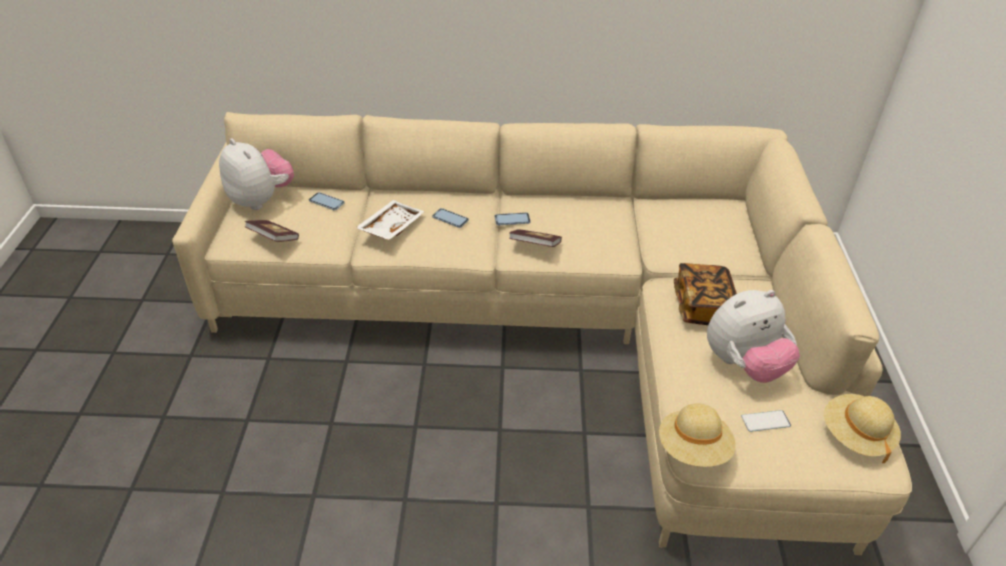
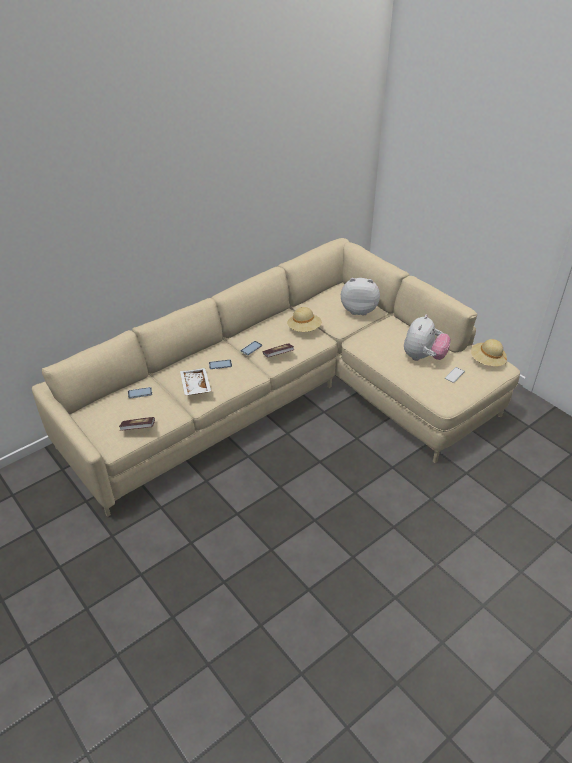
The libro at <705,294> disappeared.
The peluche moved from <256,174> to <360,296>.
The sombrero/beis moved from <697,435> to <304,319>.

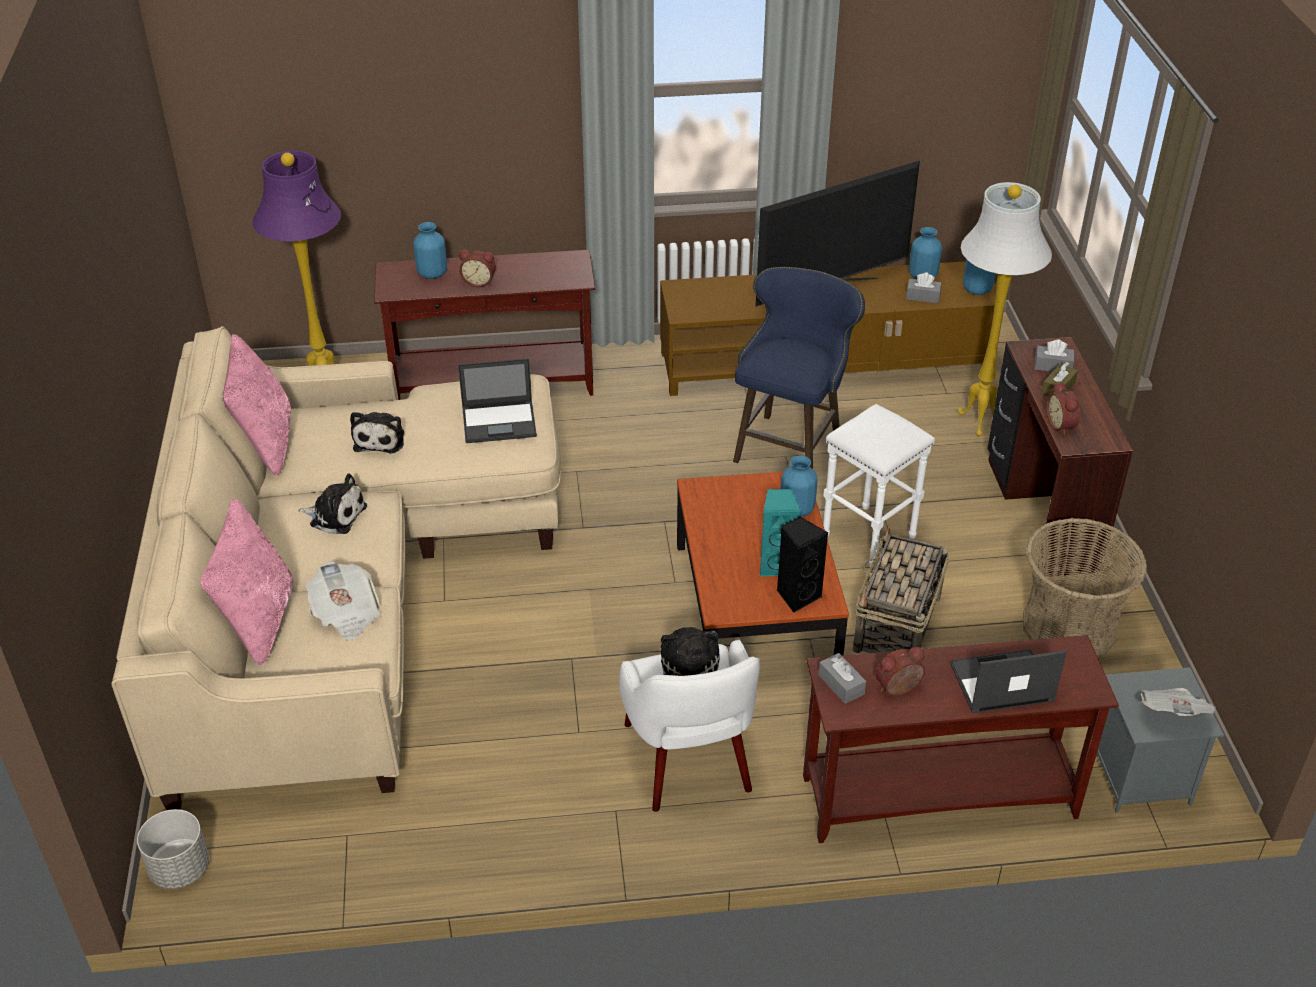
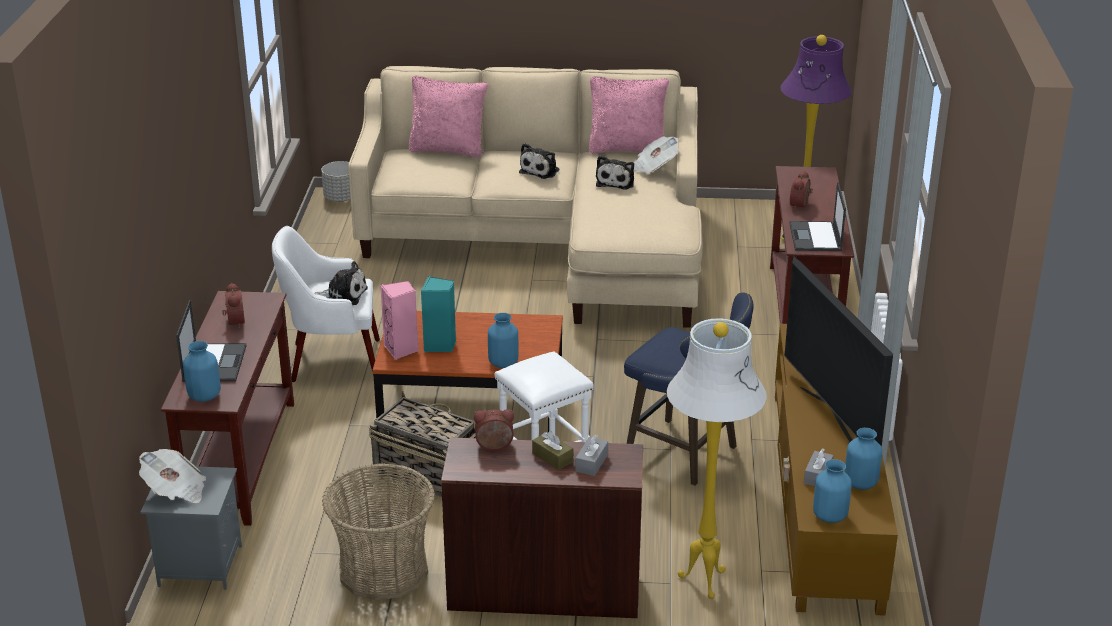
The caja de pañuelos/gris at <842,678> disappeared.
The periódico moved from <343,601> to <656,155>.
The florero/azul moved from <430,250> to <202,371>.
The portátil moved from <497,400> to <817,216>.
The altavoz/negro at <802,564> became the altavoz/rosa at <399,320>.
The peluche at <377,433> turned 90 degrees counterclockwise.

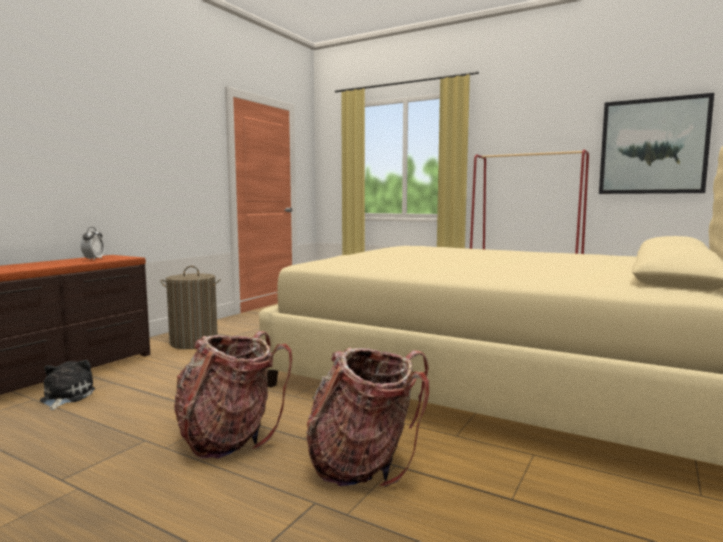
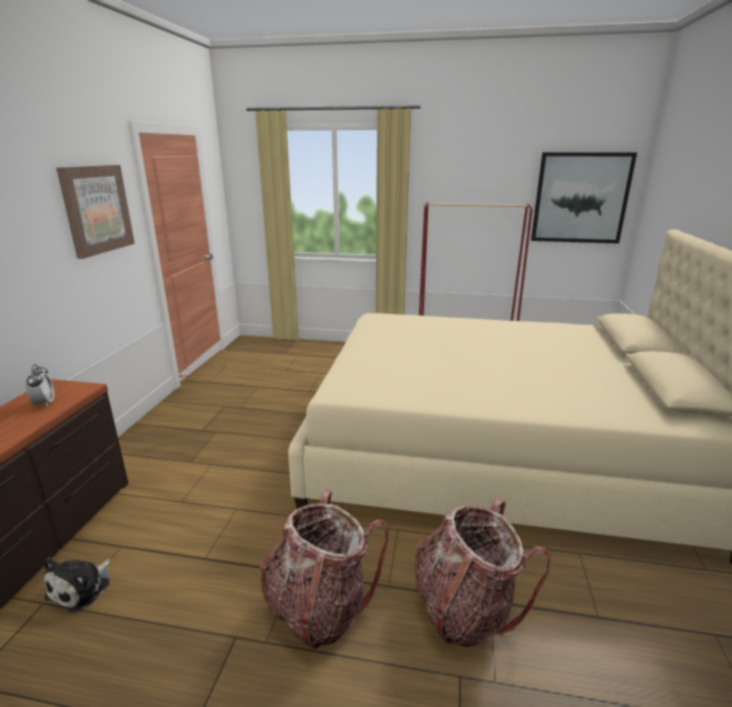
The cesto de la ropa at <190,307> disappeared.
The cuadro at <95,212> appeared.
The peluche at <67,385> turned 135 degrees counterclockwise.

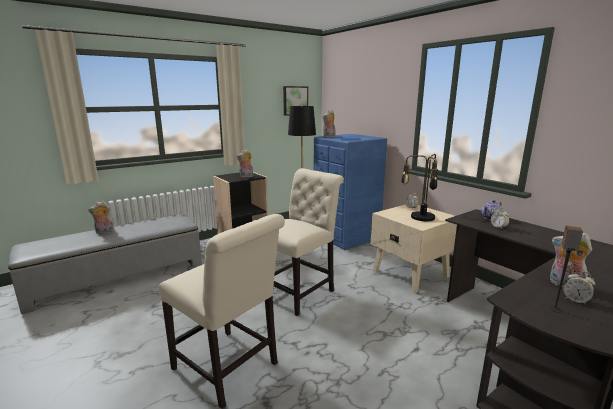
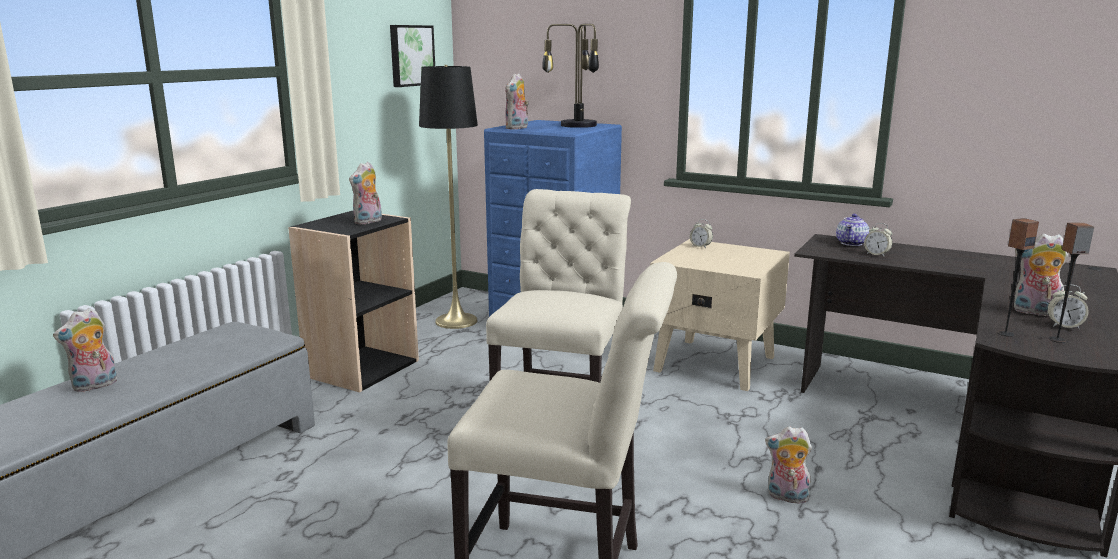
The peluche at <788,465> appeared.
The altavoz at <1018,277> appeared.
The lámpara de mesa moved from <419,187> to <570,76>.

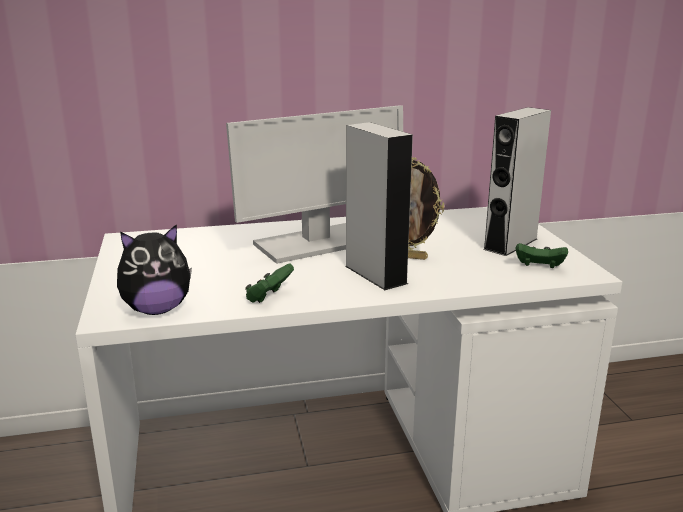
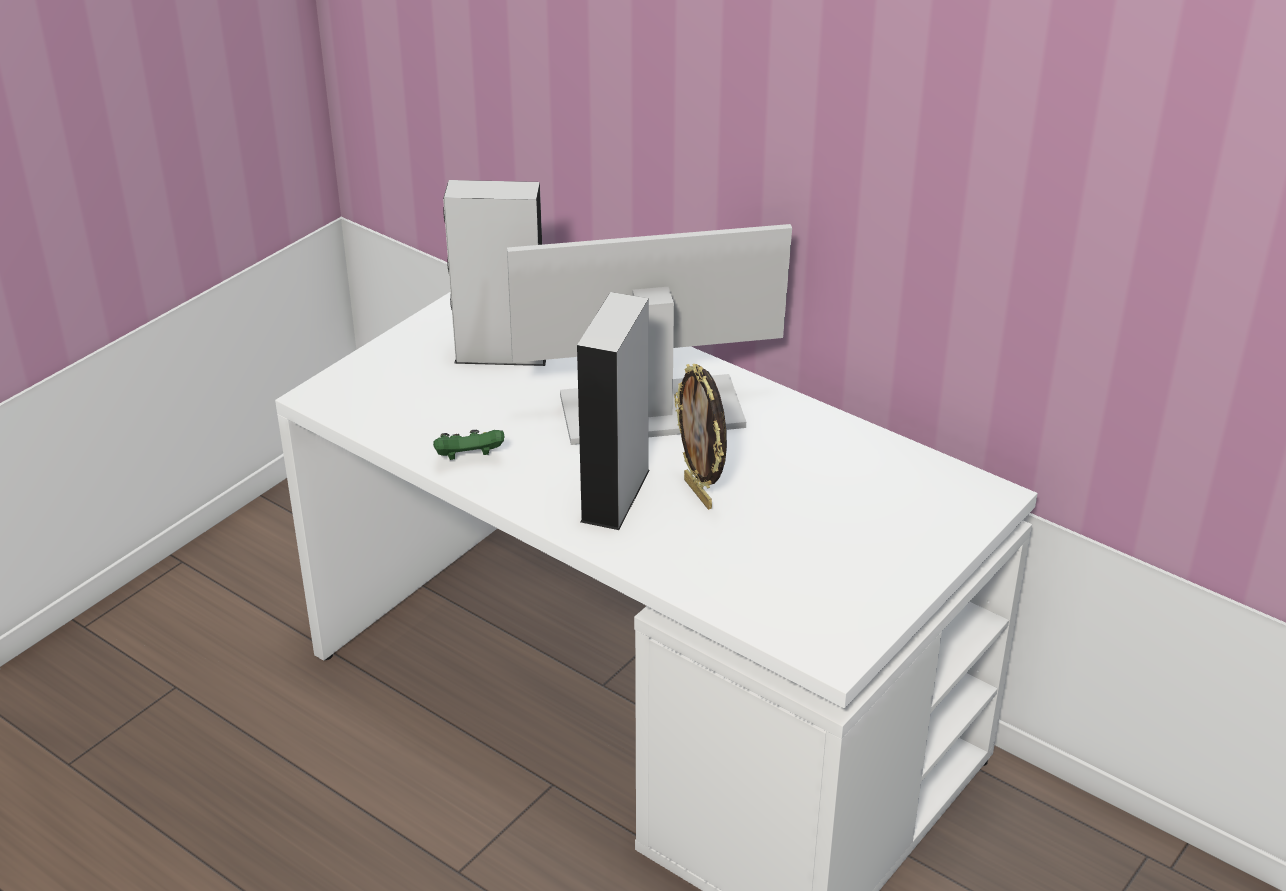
The peluche at <154,269> disappeared.
The mando de consola/verde at <542,255> disappeared.
The altavoz/gris moved from <517,181> to <494,273>.
The monitor at <314,184> turned 150 degrees clockwise.

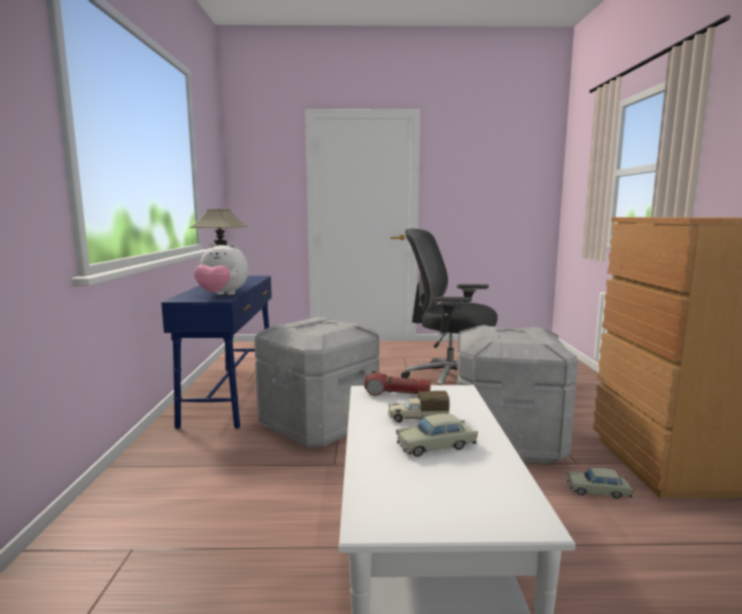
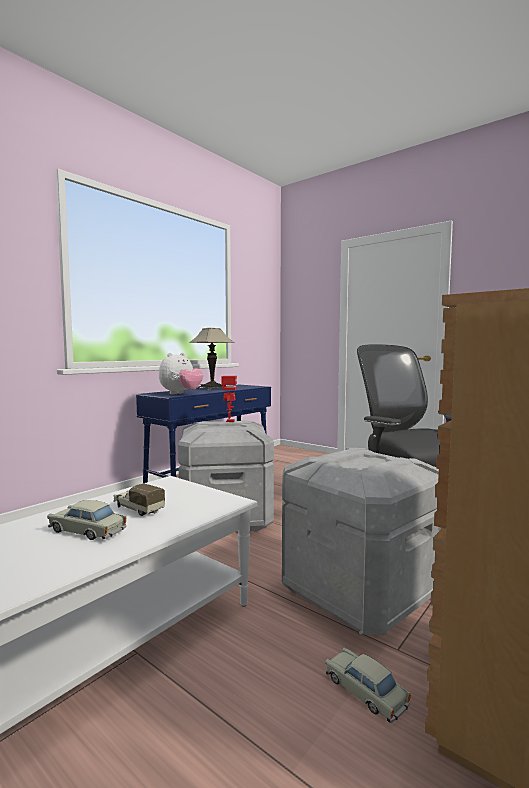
The linterna at <397,383> disappeared.
The robot de juguete at <229,399> appeared.
The peluche at <221,269> turned 105 degrees counterclockwise.

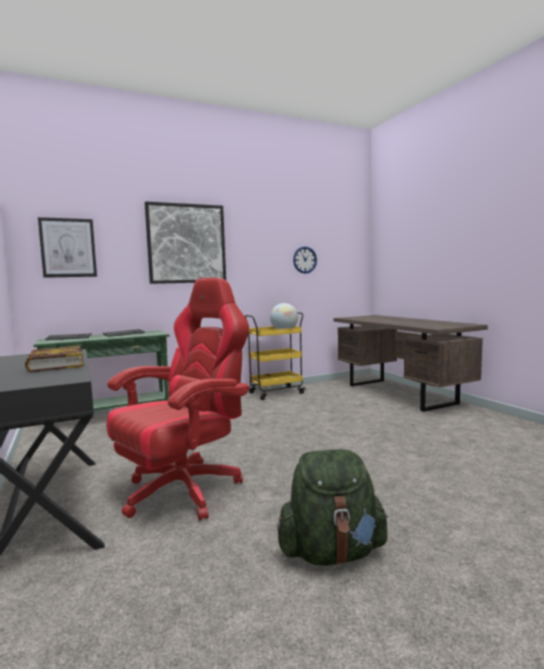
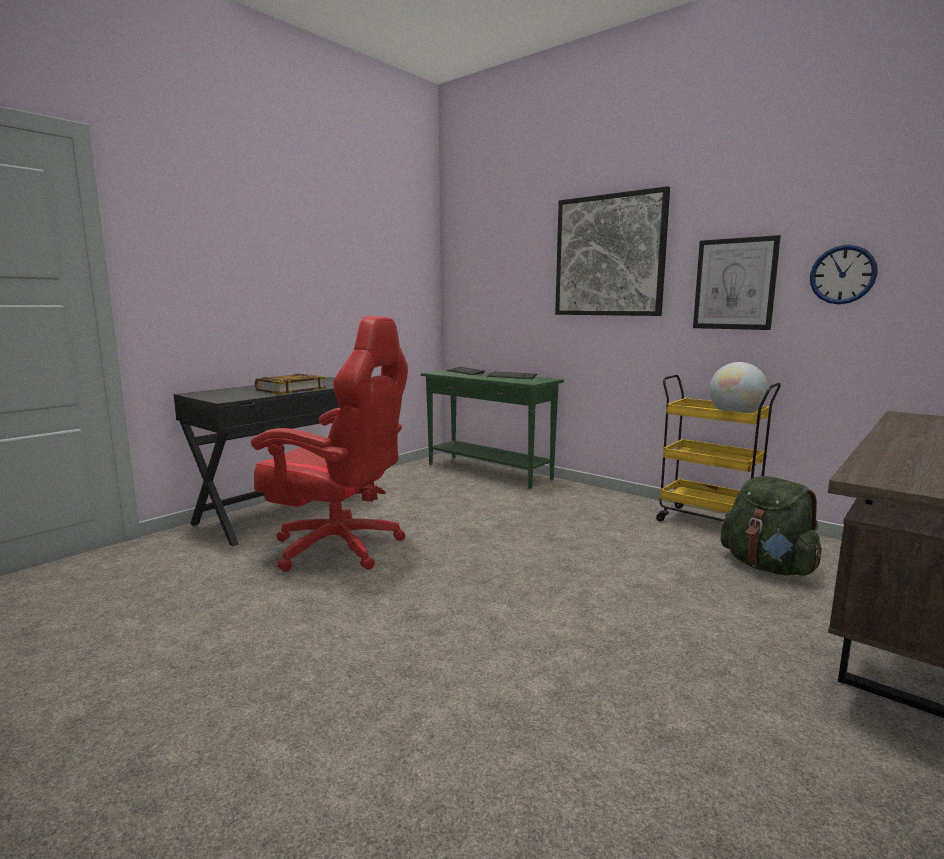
The cuadro moved from <67,247> to <737,282>.
The mochila/verde moved from <332,507> to <770,526>.

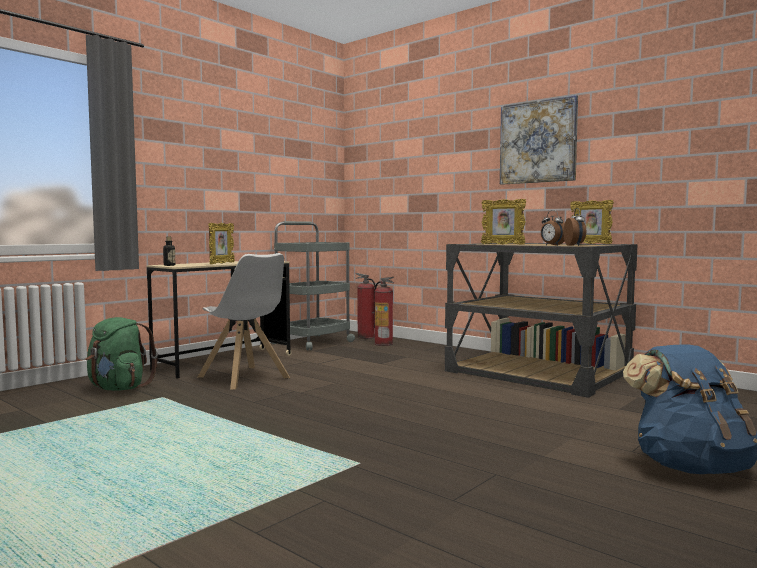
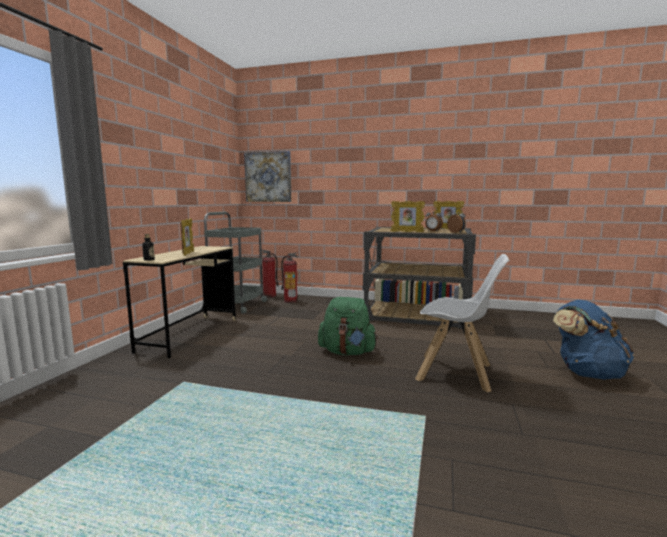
The mochila/verde moved from <121,354> to <348,326>.
The silla moved from <243,321> to <462,323>.
The cuadro moved from <539,140> to <267,176>.

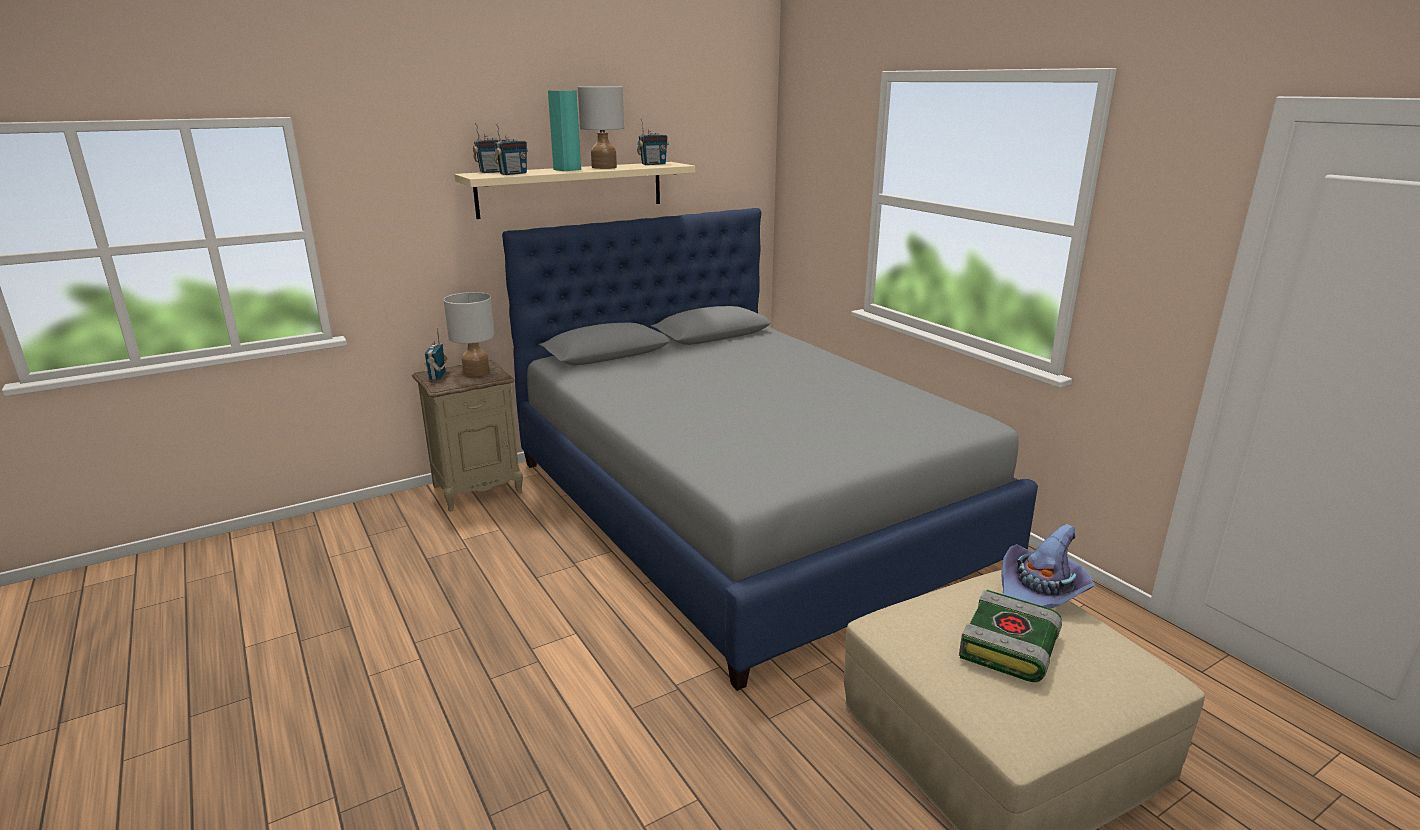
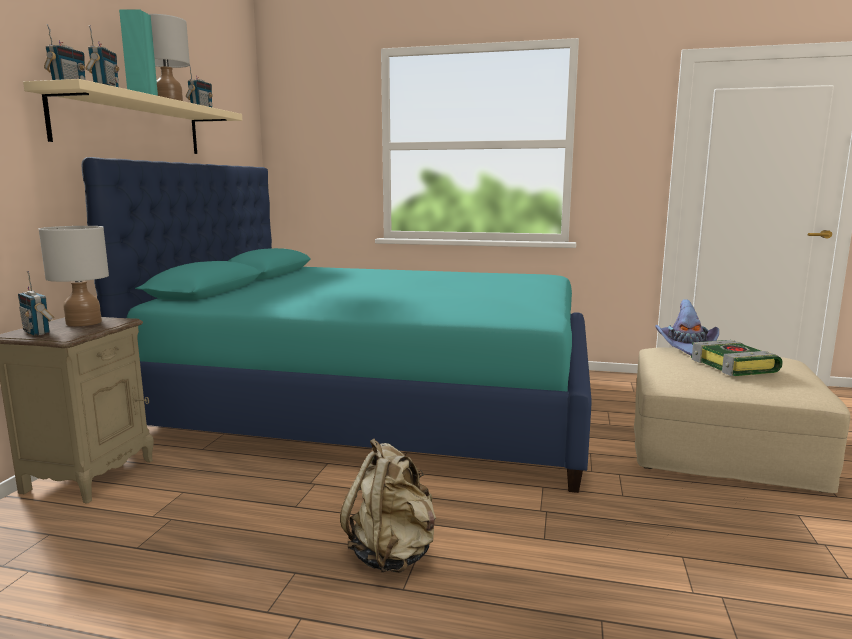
The mochila/beis at <388,505> appeared.
The cama/gris at <770,449> became the cama/turquesa at <336,325>.

